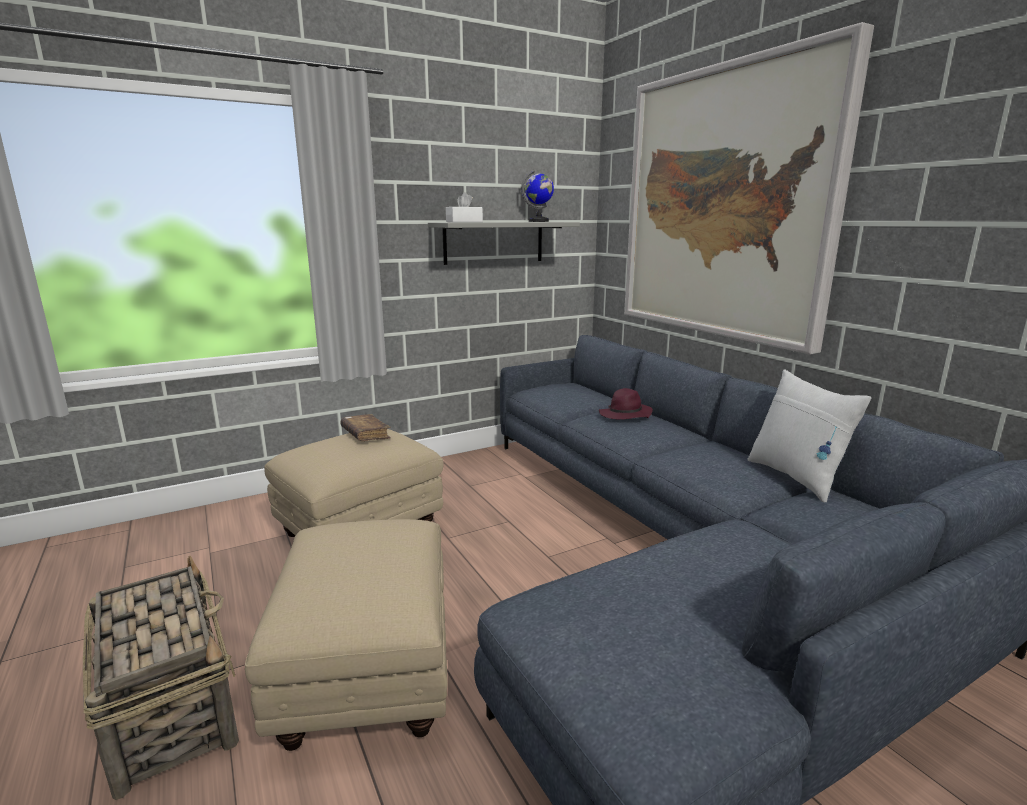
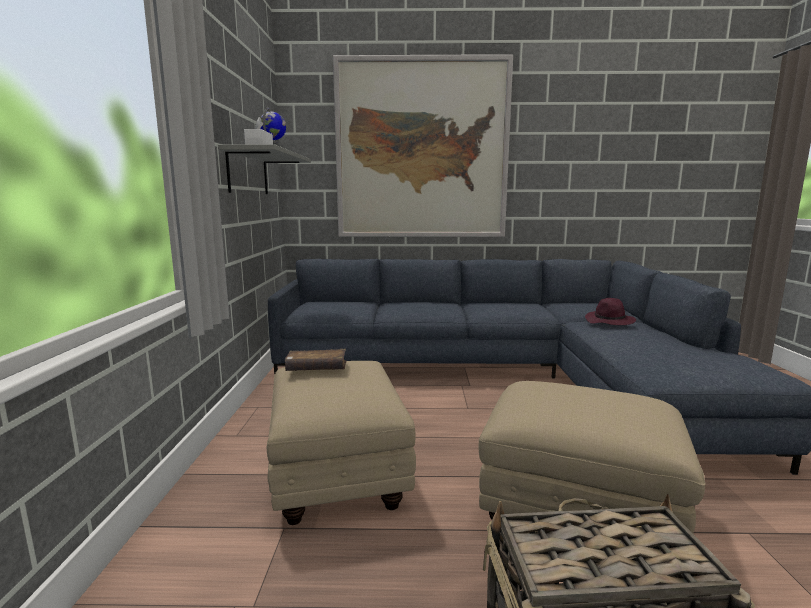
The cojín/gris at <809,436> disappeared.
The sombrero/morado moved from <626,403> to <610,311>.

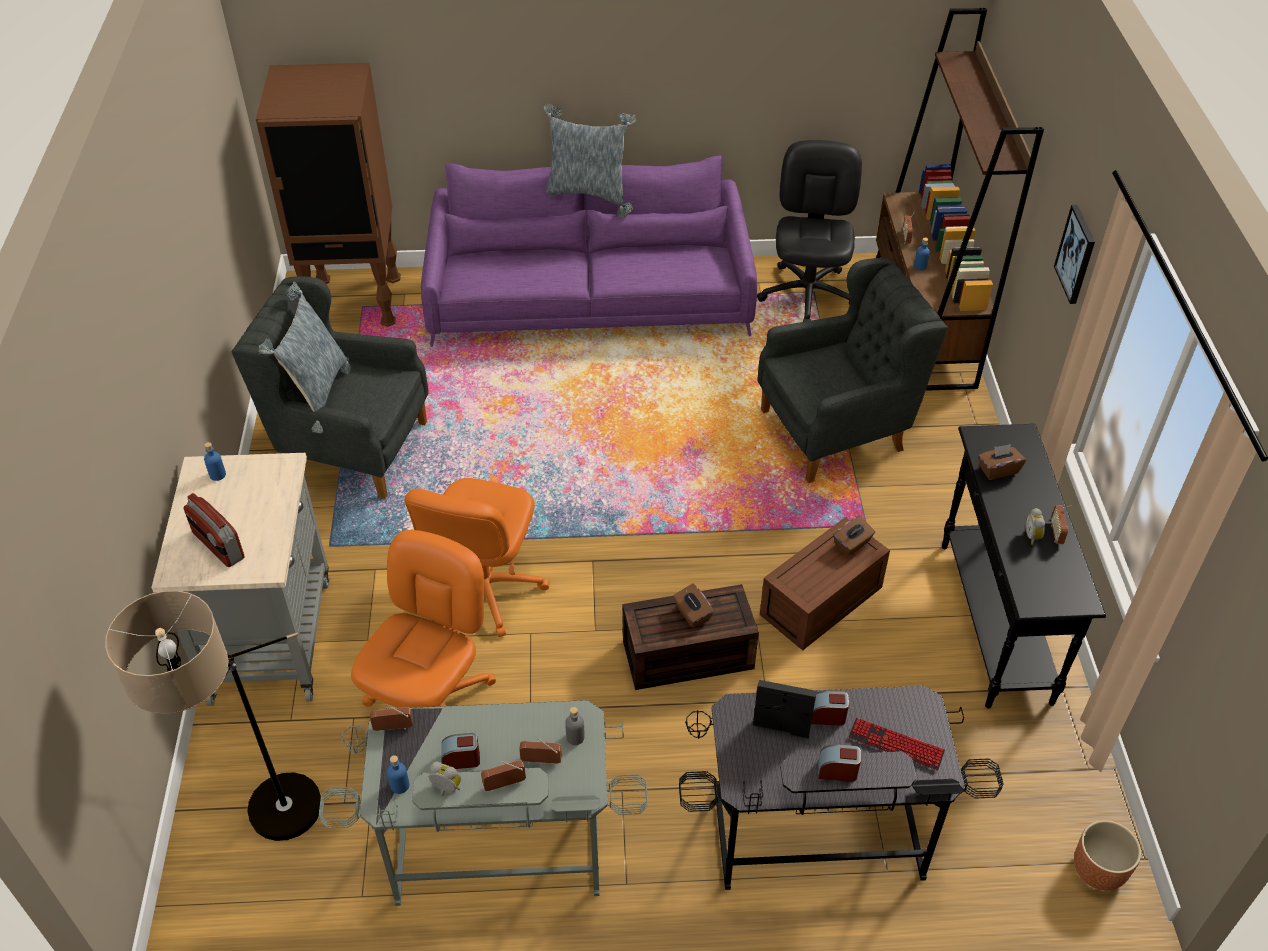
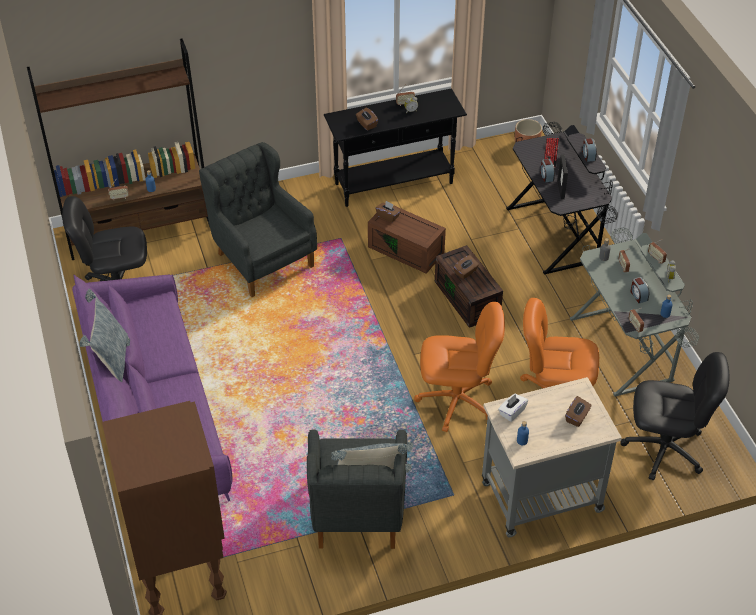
The cuadro at <1074,254> disappeared.
The caja de pañuelos/blanco at <513,408> appeared.
The lámpara de pie at <213,716> was replaced by the silla de oficina/negro at <674,416>.
The radio at <214,530> was replaced by the caja de pañuelos/marrón at <578,411>.

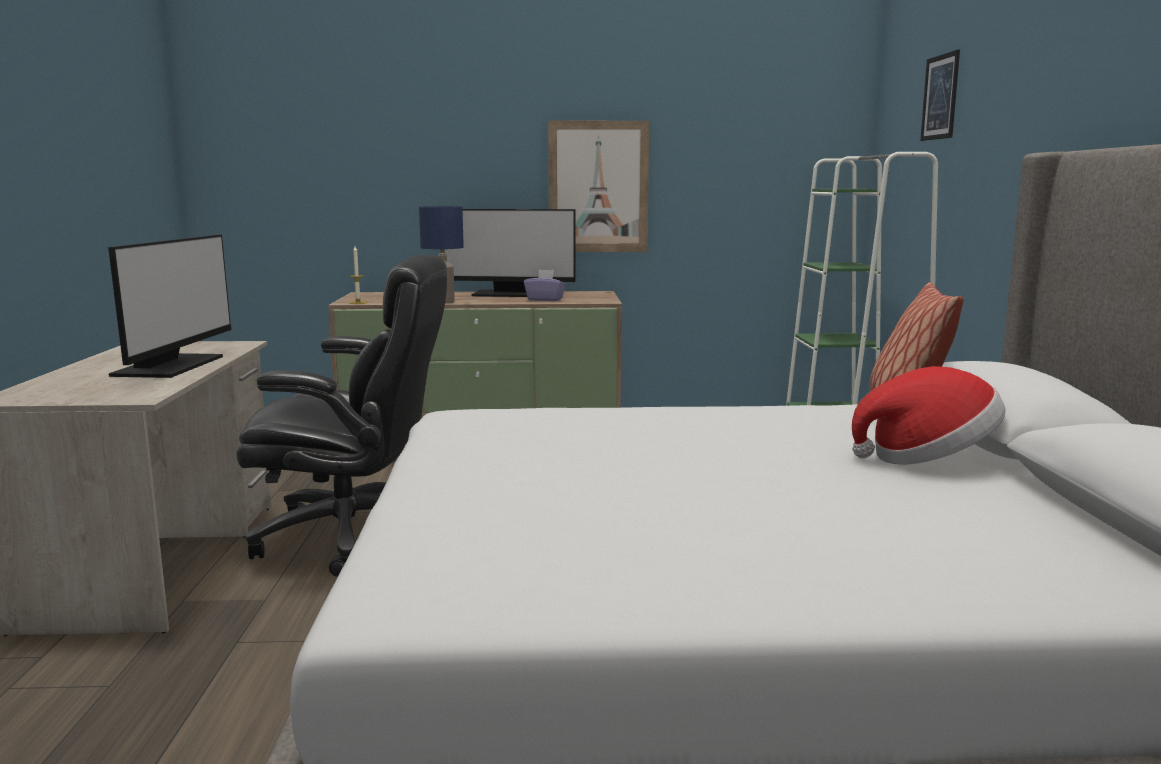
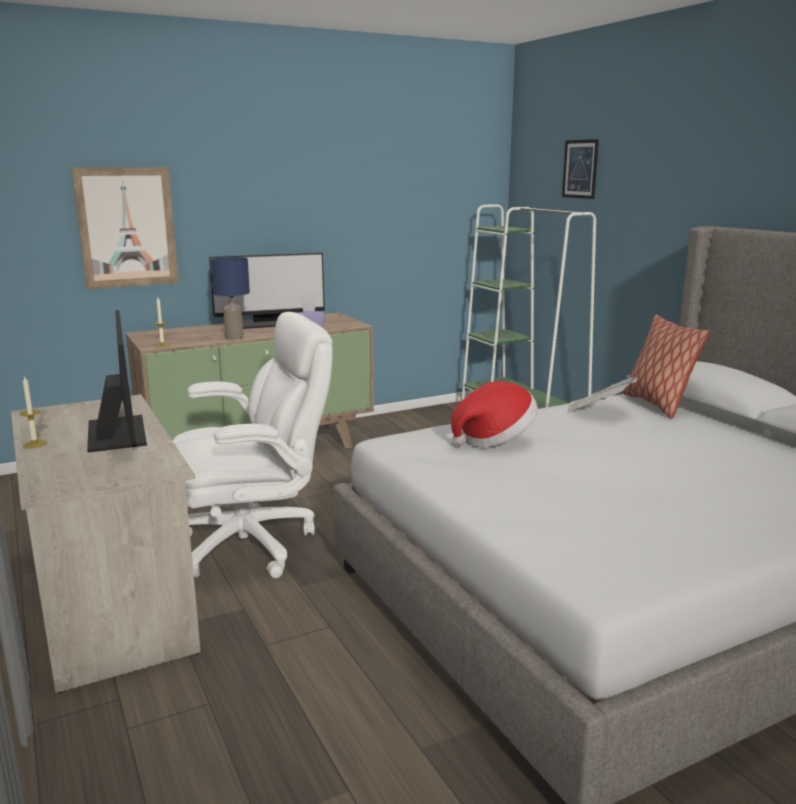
The vela at <33,413> appeared.
The periódico at <603,394> appeared.
The cuadro moved from <598,186> to <125,228>.
The sombrero moved from <929,415> to <494,414>.
The silla de oficina/negro at <341,416> became the silla de oficina/blanco at <252,445>.

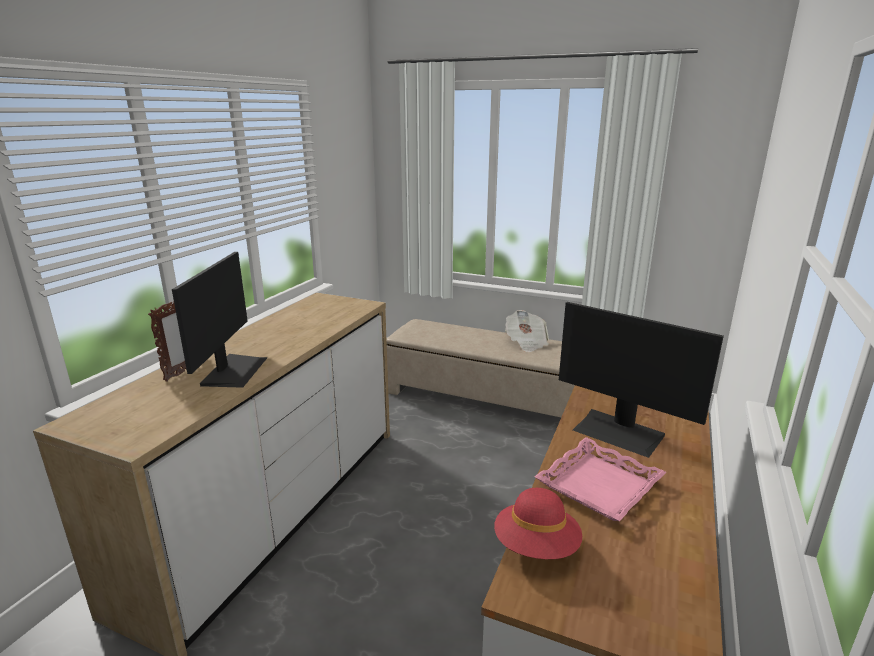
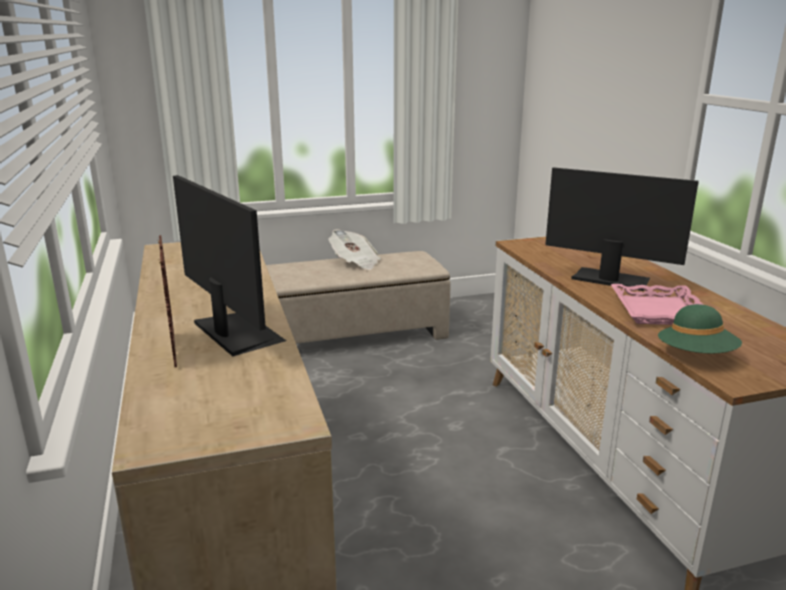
The sombrero/rojo at <538,523> became the sombrero/verde at <700,329>.
The monitor at <641,380> turned 150 degrees counterclockwise.

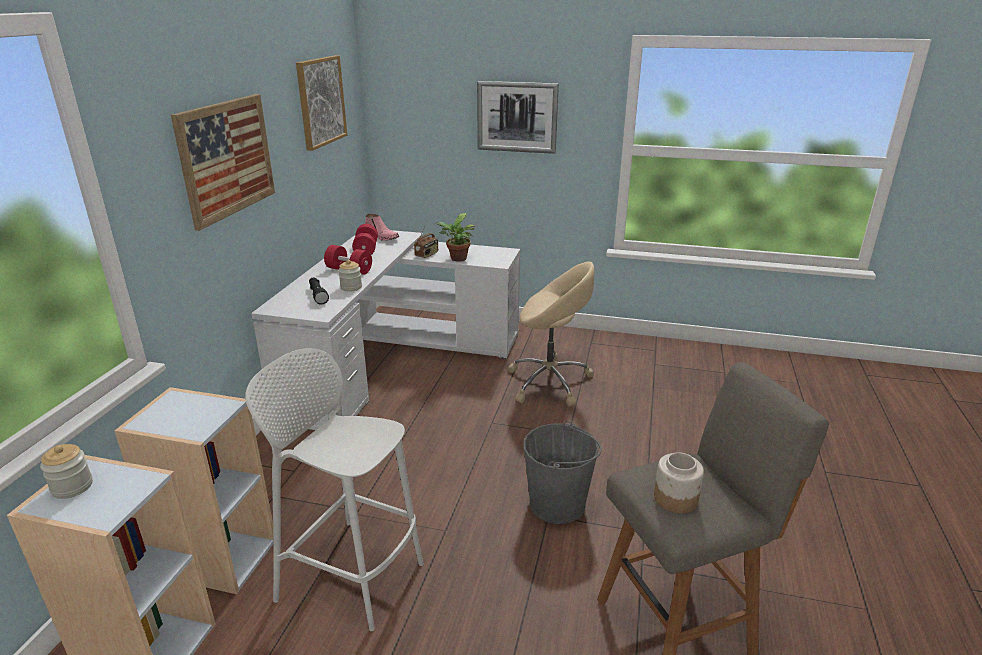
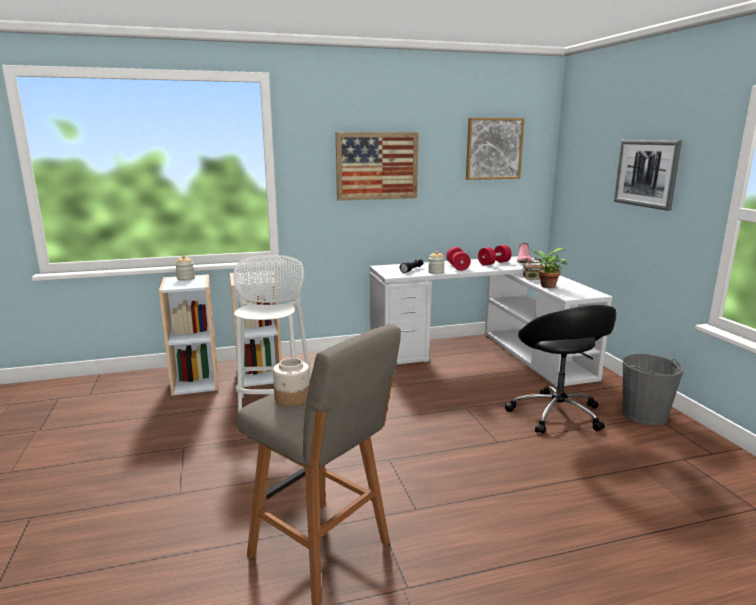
The cubo/gris moved from <562,472> to <653,389>.
The silla de oficina/beis at <551,334> became the silla de oficina/negro at <560,369>.

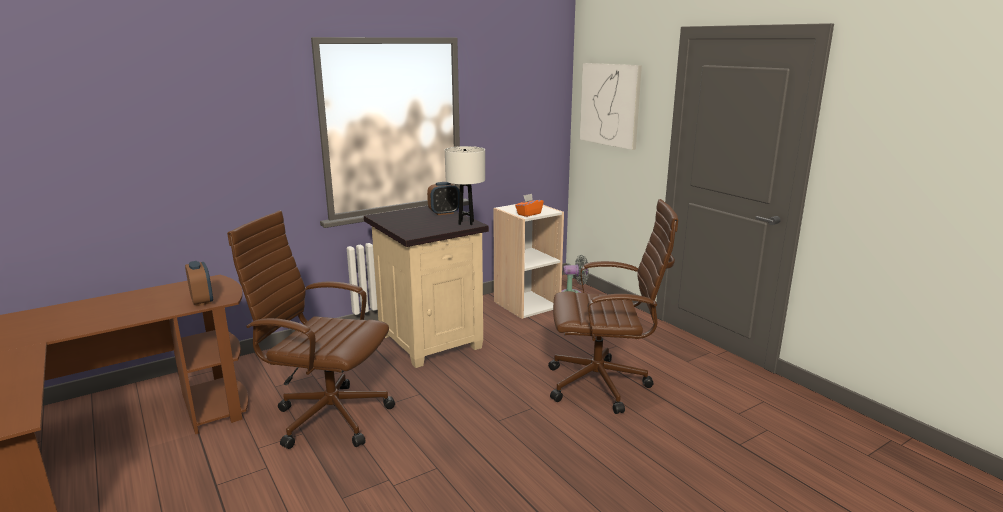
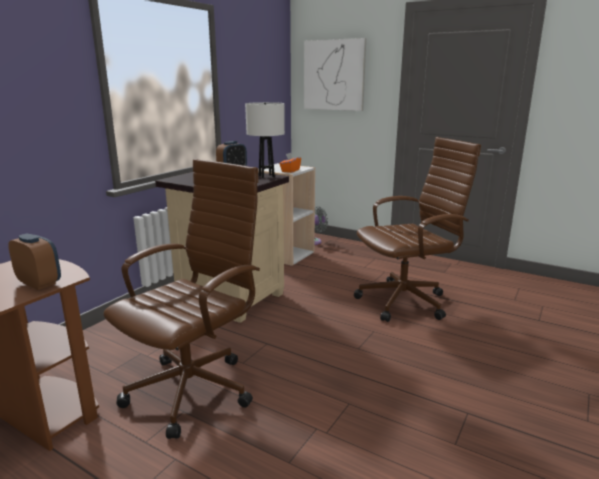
The silla de oficina/marrón at <311,330> turned 135 degrees clockwise.

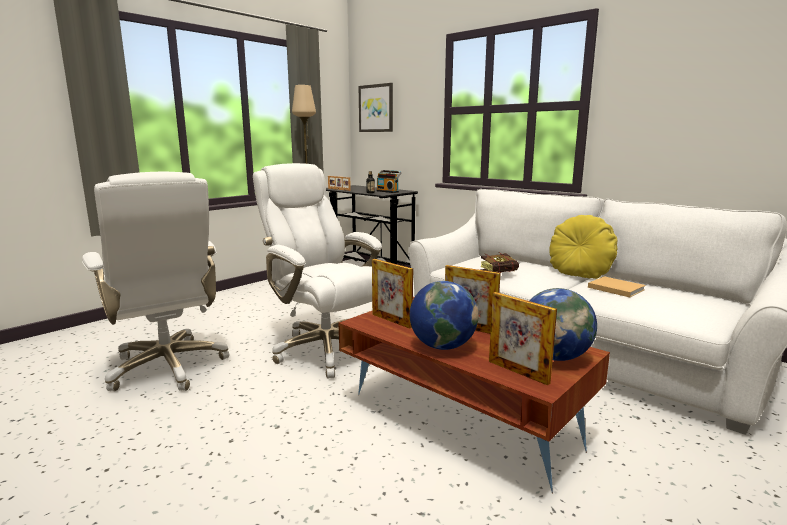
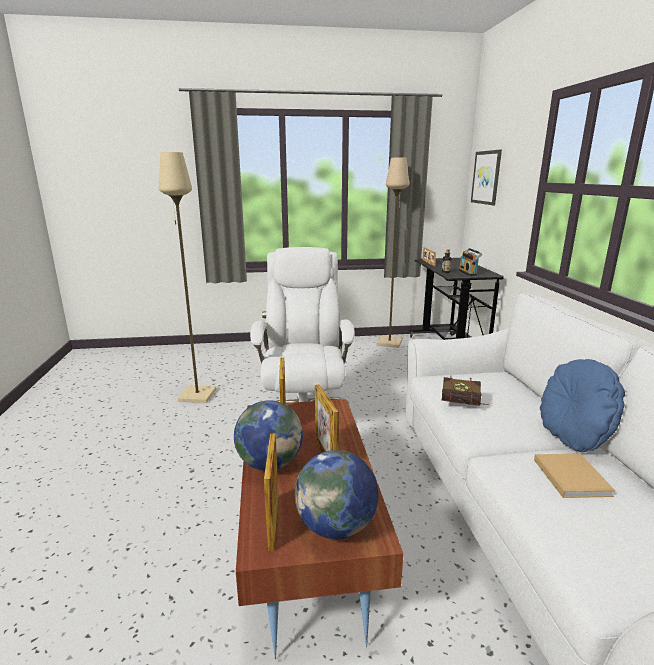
The silla de oficina/blanco at <155,281> was replaced by the lámpara de pie/beis at <187,277>.
The cojín/amarillo at <583,247> became the cojín/azul at <582,405>.

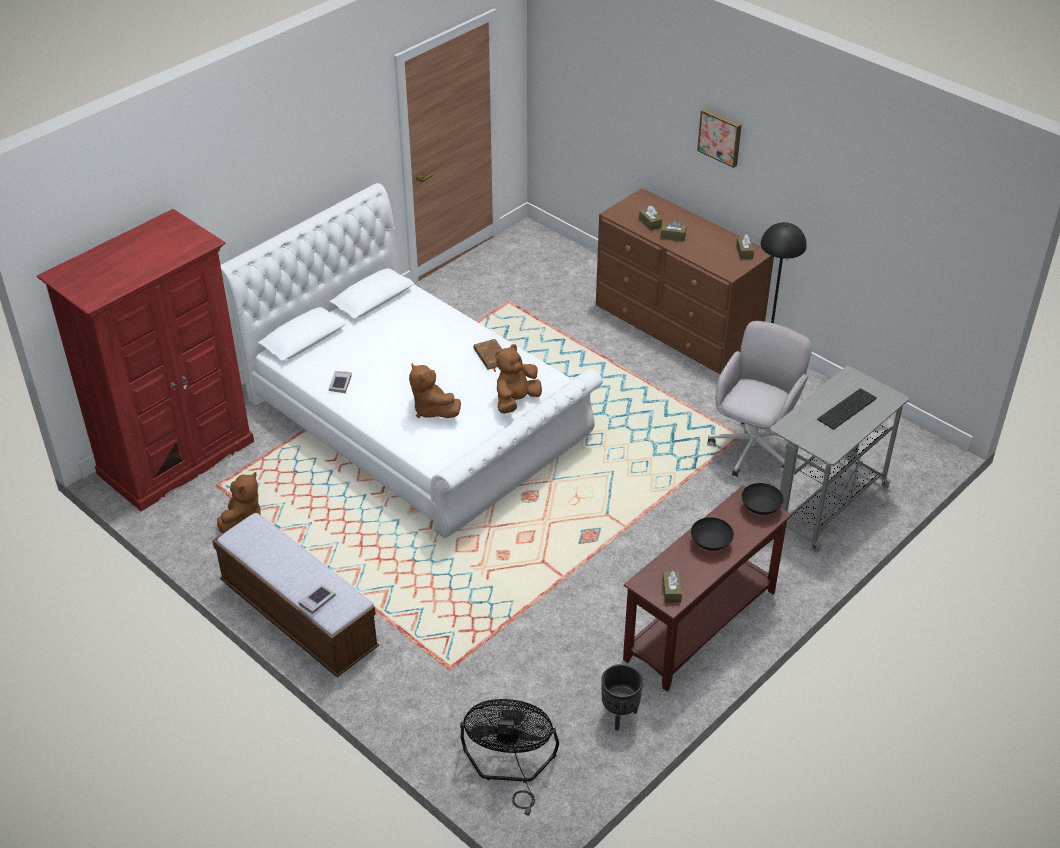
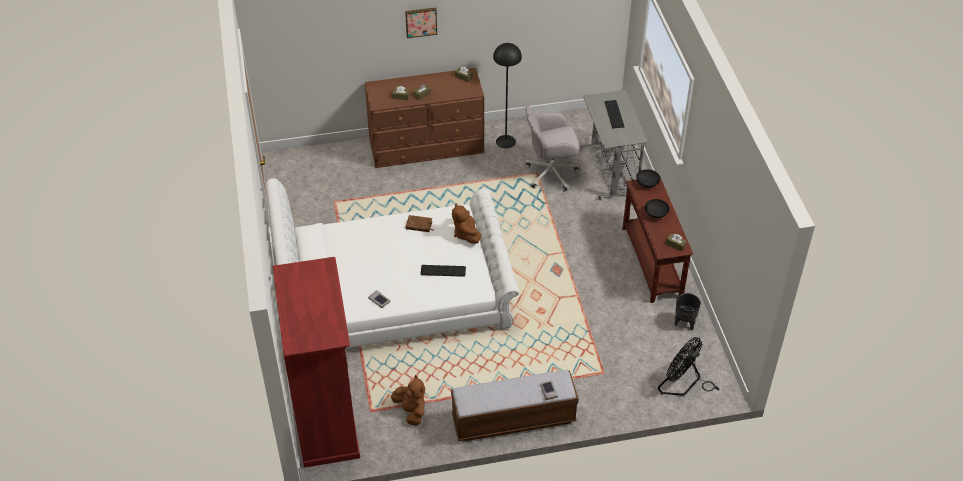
The peluche/marrón at <435,390> was replaced by the teclado at <443,271>.
The silla de oficina/gris at <759,399> turned 75 degrees counterclockwise.

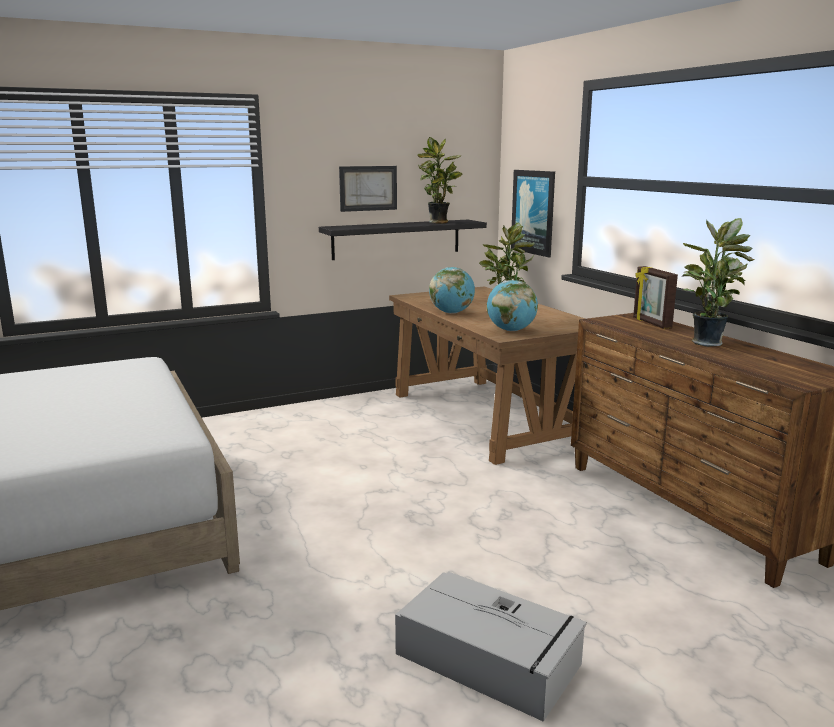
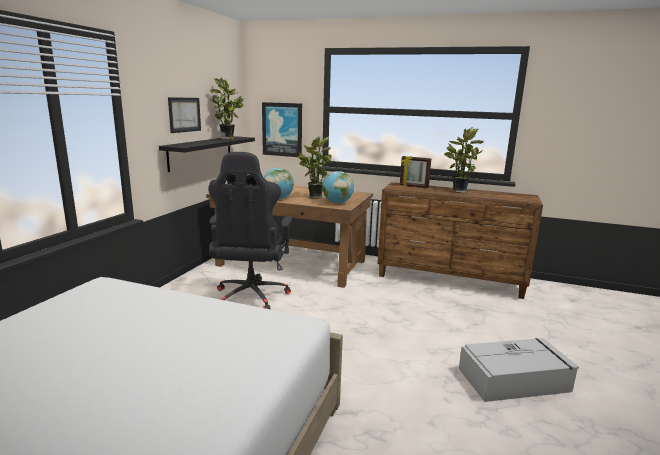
The silla de oficina/negro at <250,230> appeared.

